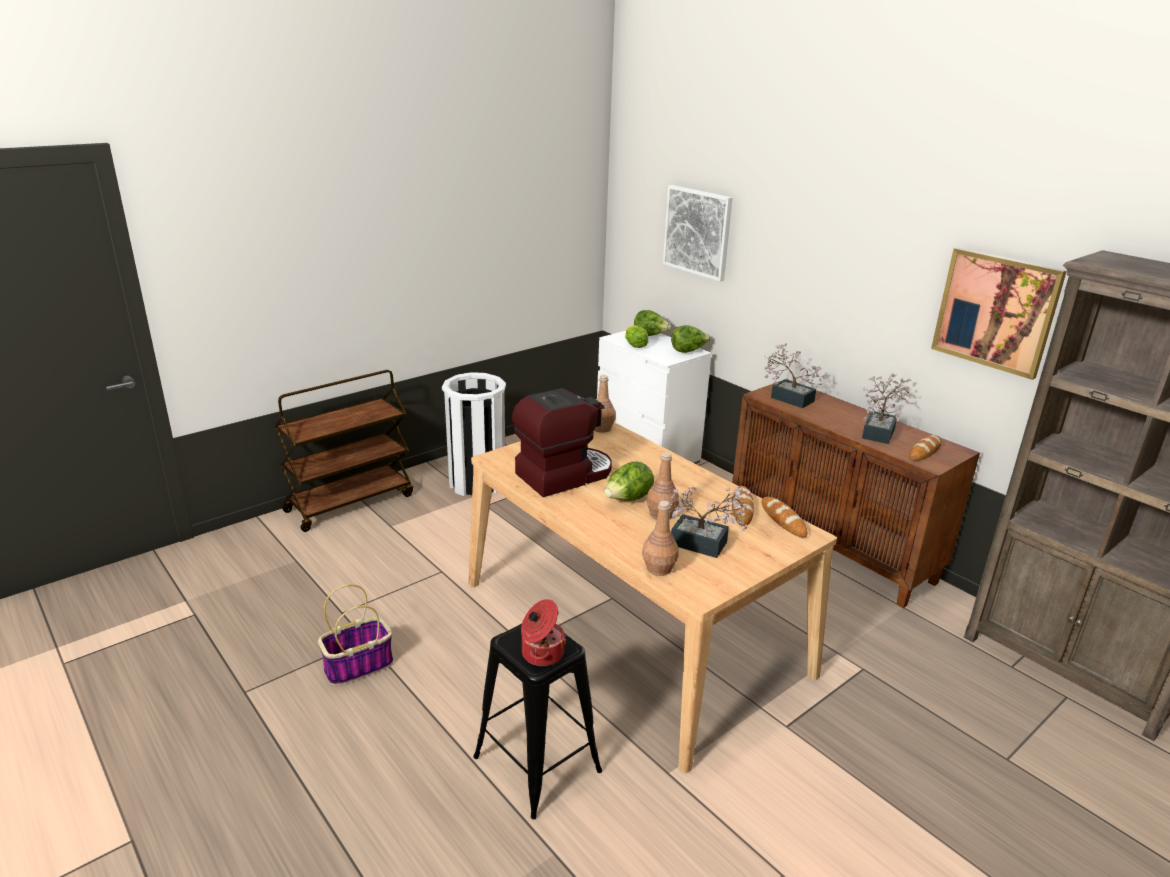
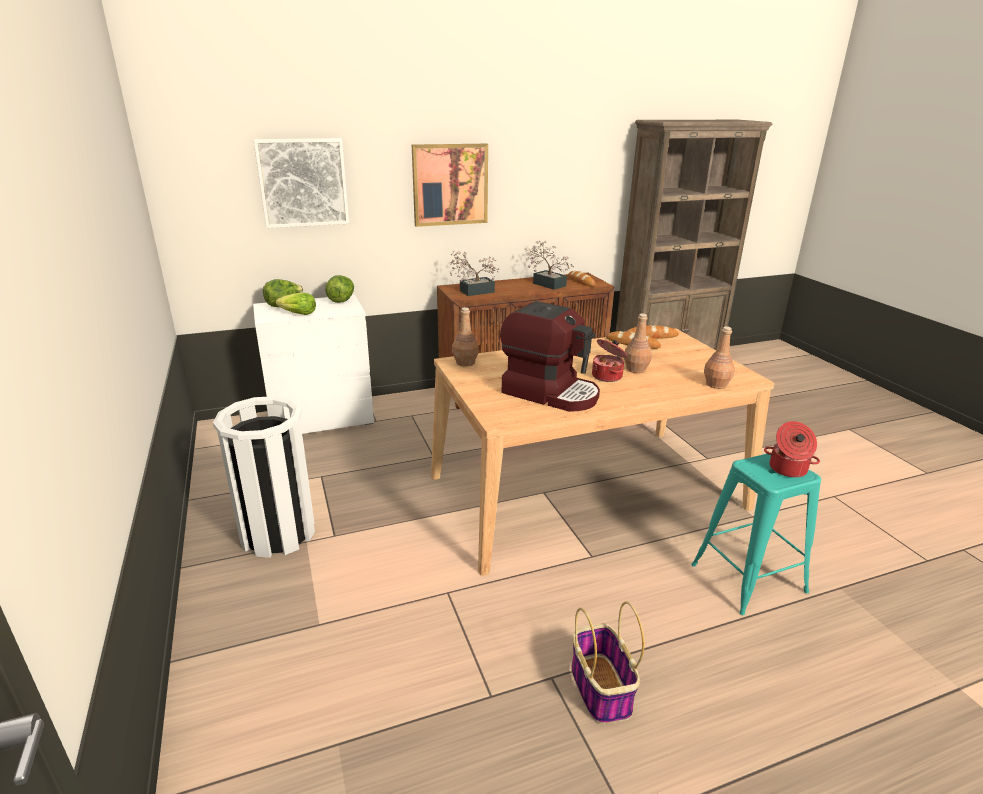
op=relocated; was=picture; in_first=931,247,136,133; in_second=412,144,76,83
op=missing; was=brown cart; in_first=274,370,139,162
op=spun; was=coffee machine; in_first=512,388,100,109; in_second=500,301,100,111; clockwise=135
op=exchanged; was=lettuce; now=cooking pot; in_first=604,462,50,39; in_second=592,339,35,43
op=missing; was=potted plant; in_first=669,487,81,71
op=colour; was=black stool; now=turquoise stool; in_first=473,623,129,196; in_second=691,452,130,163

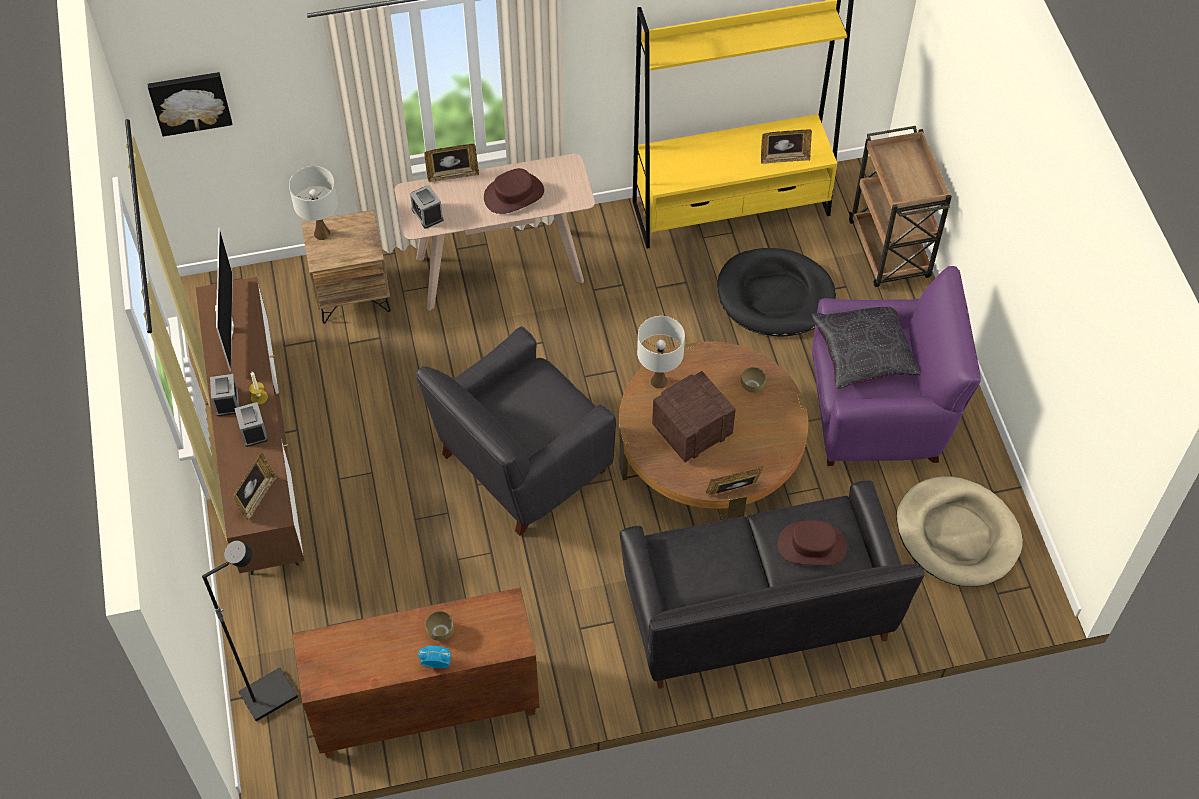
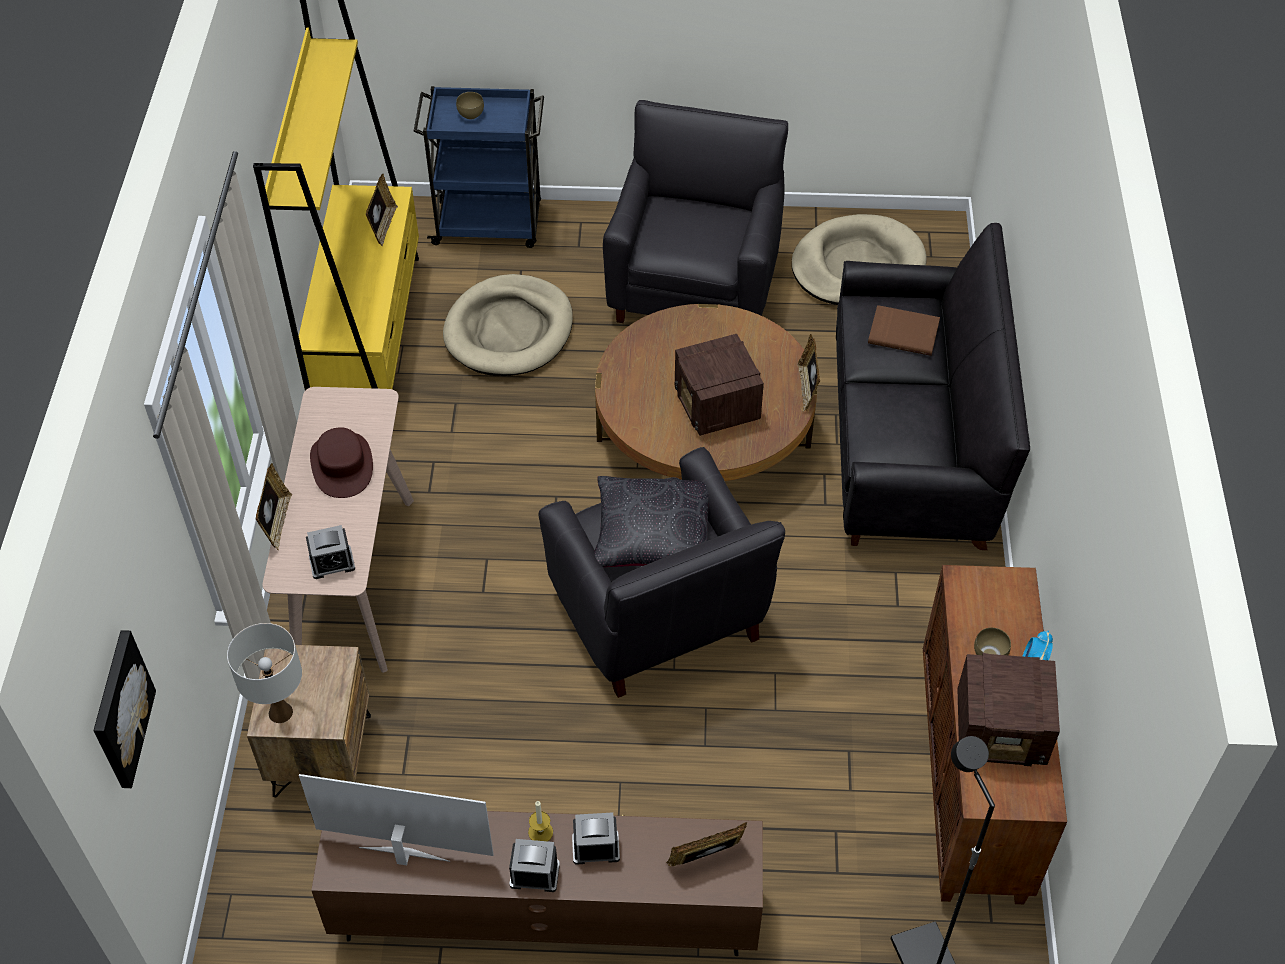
op=colour; was=brown cart; now=blue cart; in_first=849,126,103,161; in_second=413,86,131,162
op=colour; was=black dog bed; now=beige dog bed; in_first=717,248,119,88; in_second=443,274,130,102
op=colour; was=purple armchair; now=black armchair; in_first=812,266,169,200; in_second=603,100,185,223
op=relocated; was=black pillow; in_first=812,307,109,82; in_second=594,476,115,91
op=missing; was=white table lamp; in_first=637,316,48,73
op=relocated; was=brown bowl; in_first=741,367,25,26; in_second=456,92,28,28
op=spun; was=picture frame; in_first=233,453,44,68; in_second=667,822,80,45; clockwise=-60
op=exchanged; was=brown hat; now=brown book; in_first=778,520,69,46; in_second=868,305,72,51
op=appeared; now=radio; in_second=958,653,102,113

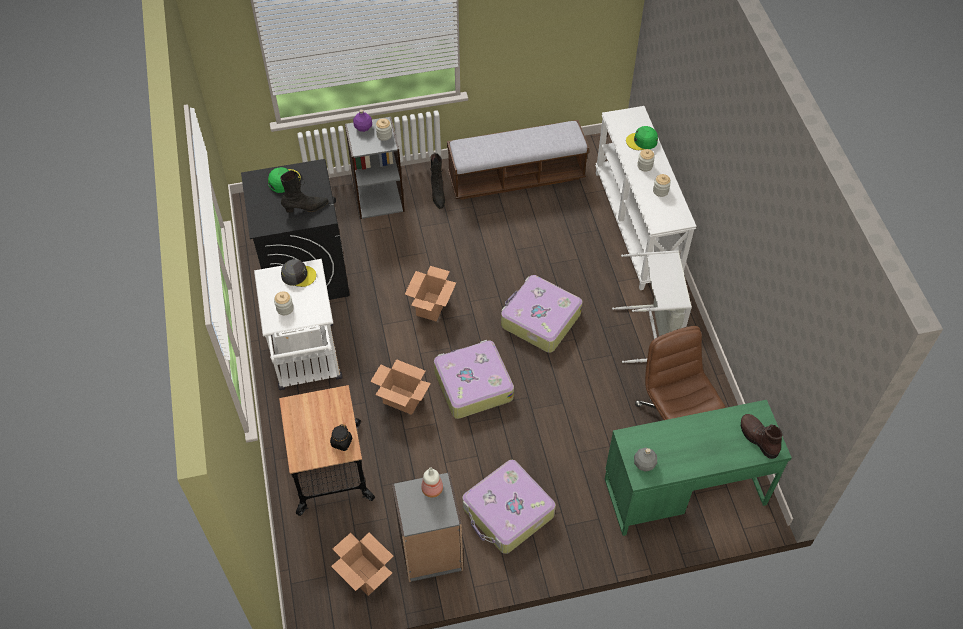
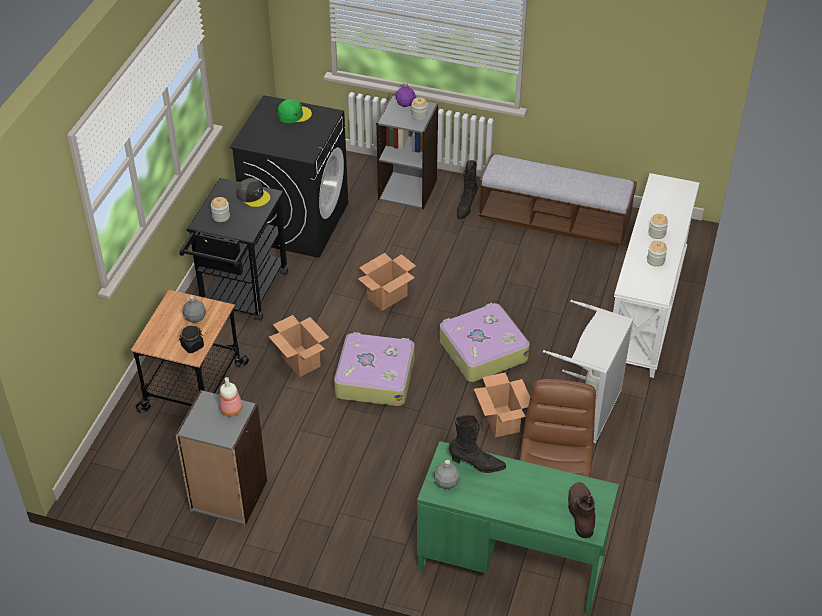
op=missing; was=green cap; in_first=626,126,32,24
op=relocated; was=black boot; in_first=280,170,49,43; in_second=449,415,57,58
op=colour; was=white cart; now=black cart; in_first=254,259,88,131; in_second=180,178,108,143
op=missing; was=suitcase; in_first=462,460,94,94
op=relocated; was=cardboard box; in_first=331,533,62,63; in_second=474,372,56,65
op=appeared; now=grey bottle; in_second=182,296,24,27

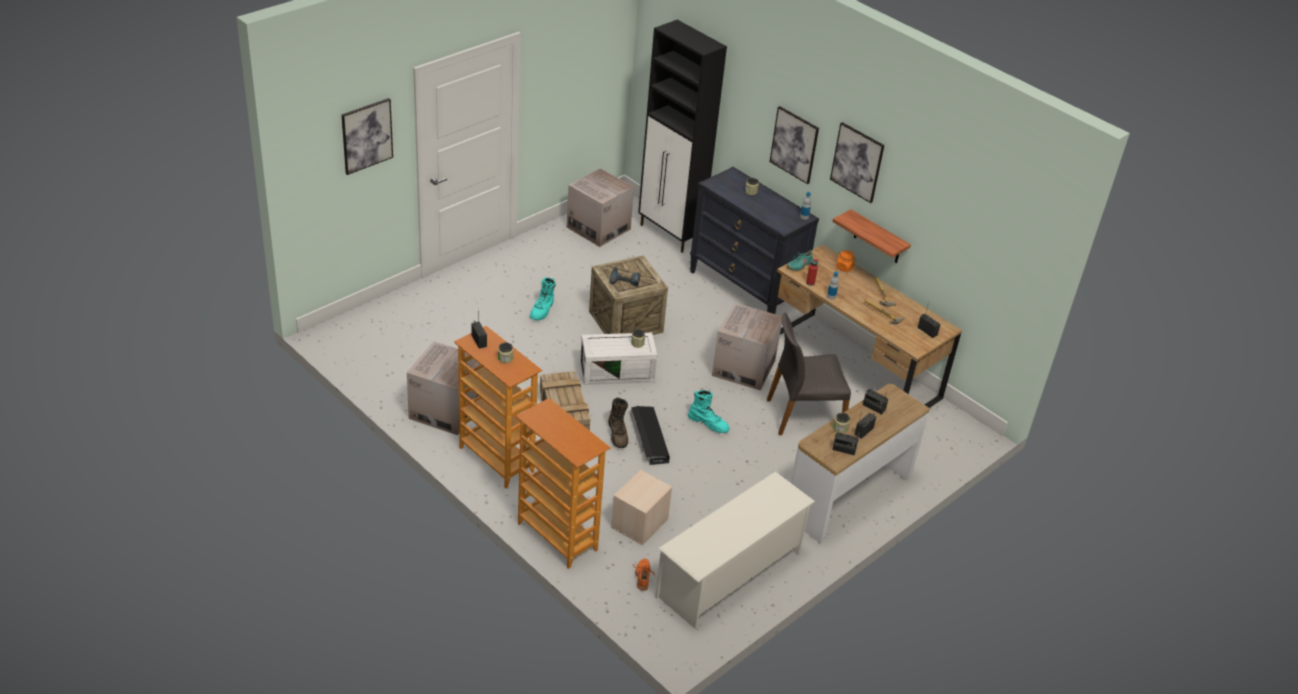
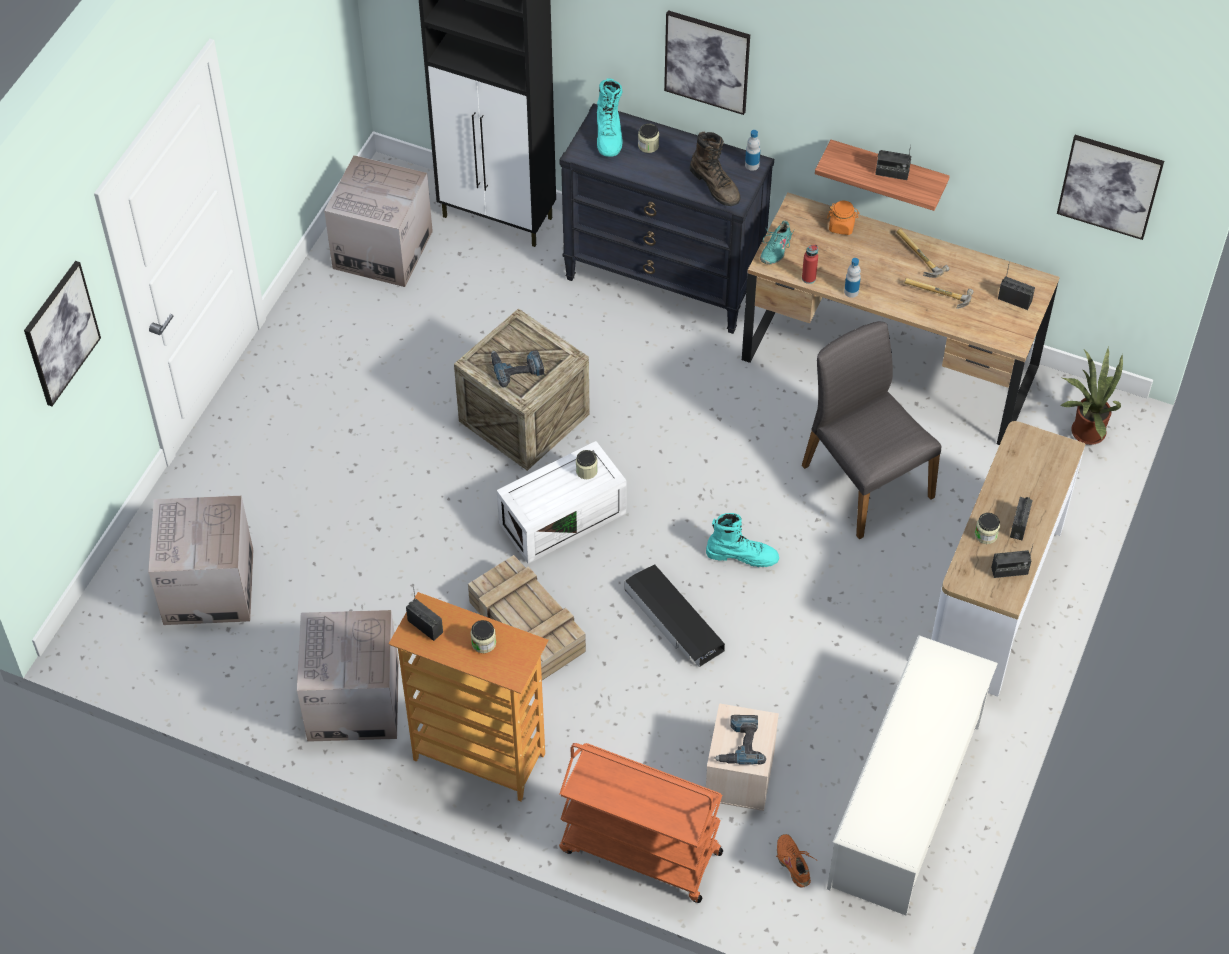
op=relocated; was=picture; in_first=830,122,54,81; in_second=1057,135,107,105
op=relocated; was=turquoise boot; in_first=530,277,26,43; in_second=597,78,25,79
op=relocated; was=cardboard box; in_first=712,303,70,88; in_second=148,496,105,129
op=spun; was=grey chair; in_first=767,313,84,122; in_second=802,321,139,219; clockwise=90
op=relocated; was=radio; in_first=863,389,25,26; in_second=875,145,36,35
op=exchanged; was=bookcase; now=orange cart; in_first=516,398,95,171; in_second=559,743,164,160
op=relocated; was=brown boot; in_first=608,398,20,50; in_second=689,131,51,75
op=appeared; now=potted plant; in_second=1060,348,63,97
op=appeared; now=power drill; in_second=714,715,52,50

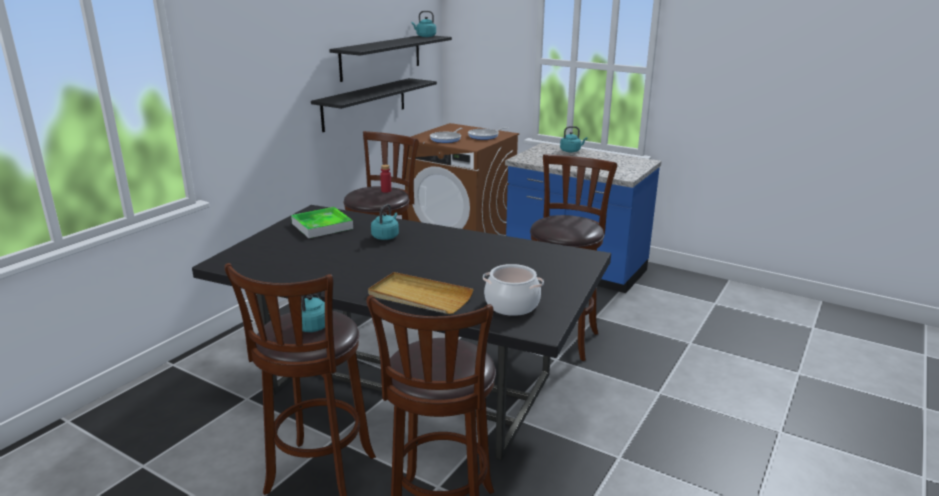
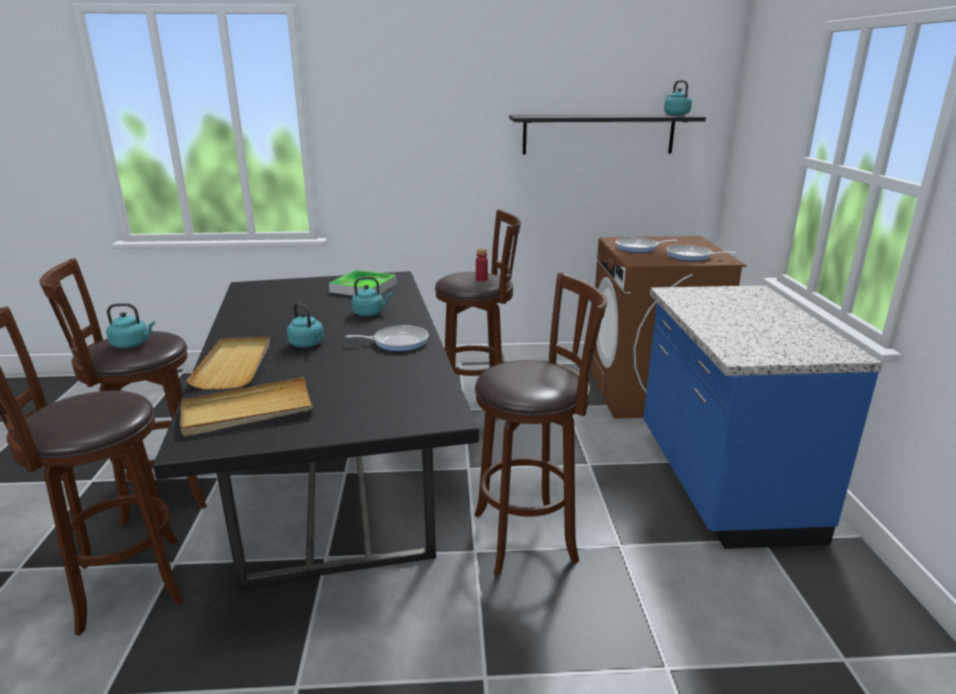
op=missing; was=black shelf; in_first=311,78,126,54
op=relocated; was=turquoise kettle; in_first=560,126,27,26; in_second=287,302,37,46
op=exchanged; was=cooking pot; now=beige tray; in_first=483,264,61,52; in_second=180,377,134,59
op=appeared; now=frying pan; in_second=345,325,83,26

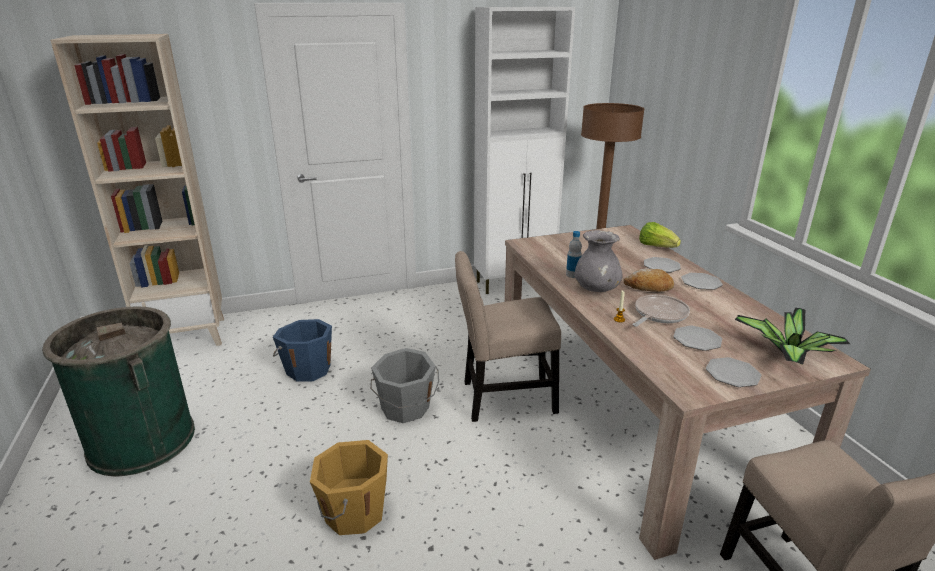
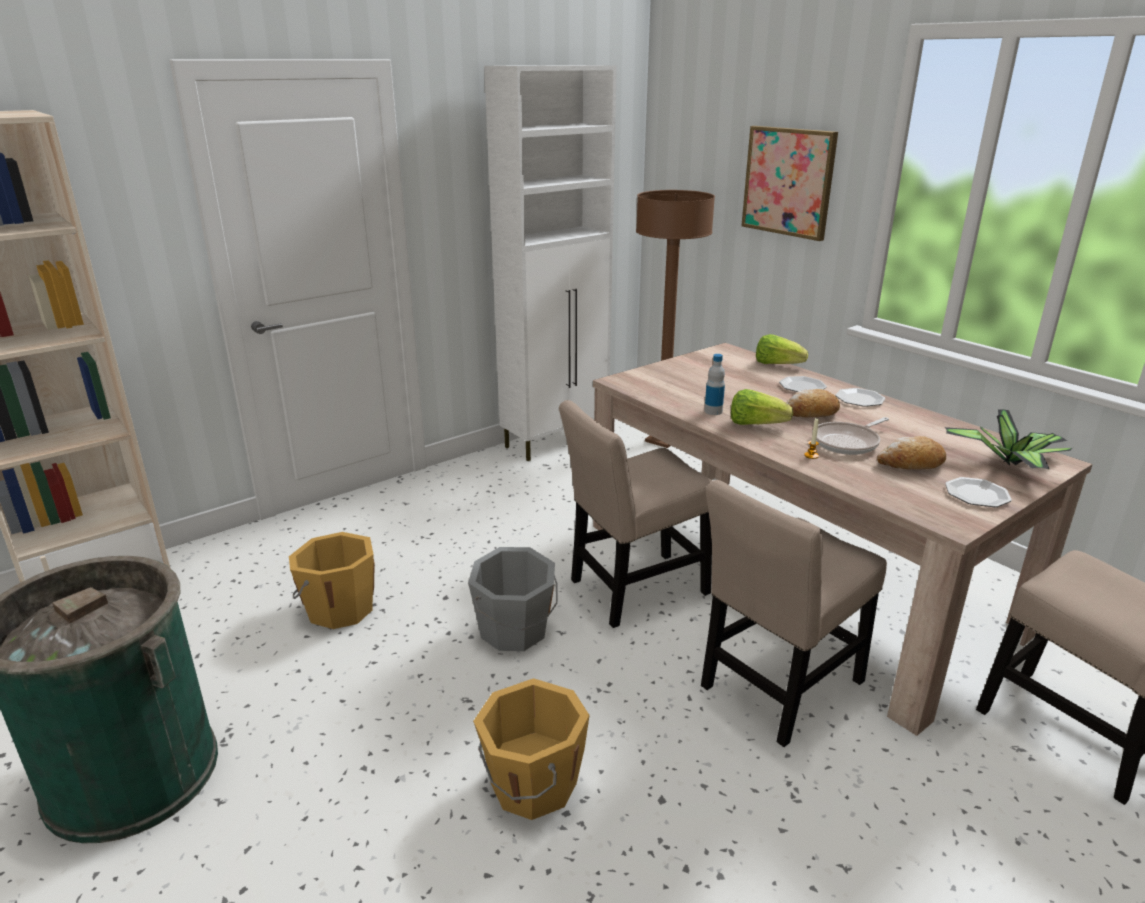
op=exchanged; was=grey vase; now=lettuce; in_first=575,230,48,62; in_second=731,389,62,36
op=spun; was=frying pan; in_first=633,295,57,32; in_second=812,417,77,38; clockwise=-150
op=colour; was=blue bucket; now=orange bucket; in_first=273,319,59,63; in_second=289,532,86,97
op=exchanged; was=plate; now=bread; in_first=673,326,49,25; in_second=877,436,69,33
op=appeared; now=picture; in_second=741,126,97,115
op=appeared; now=beige chair; in_second=701,480,186,267

